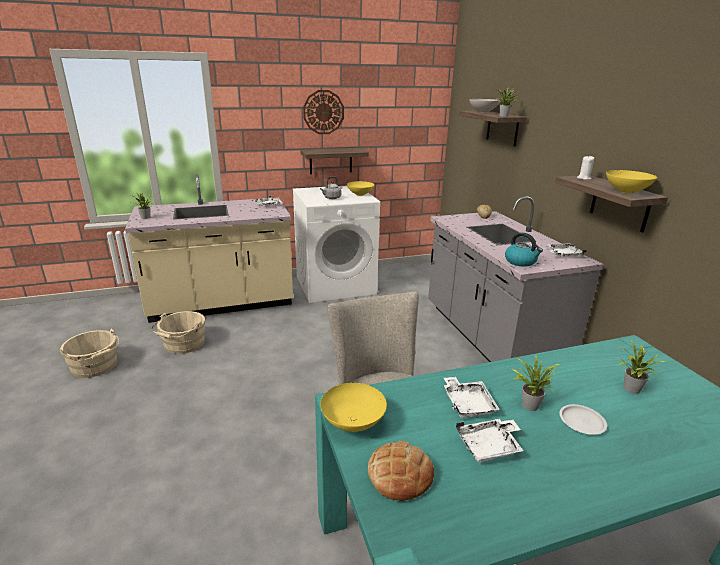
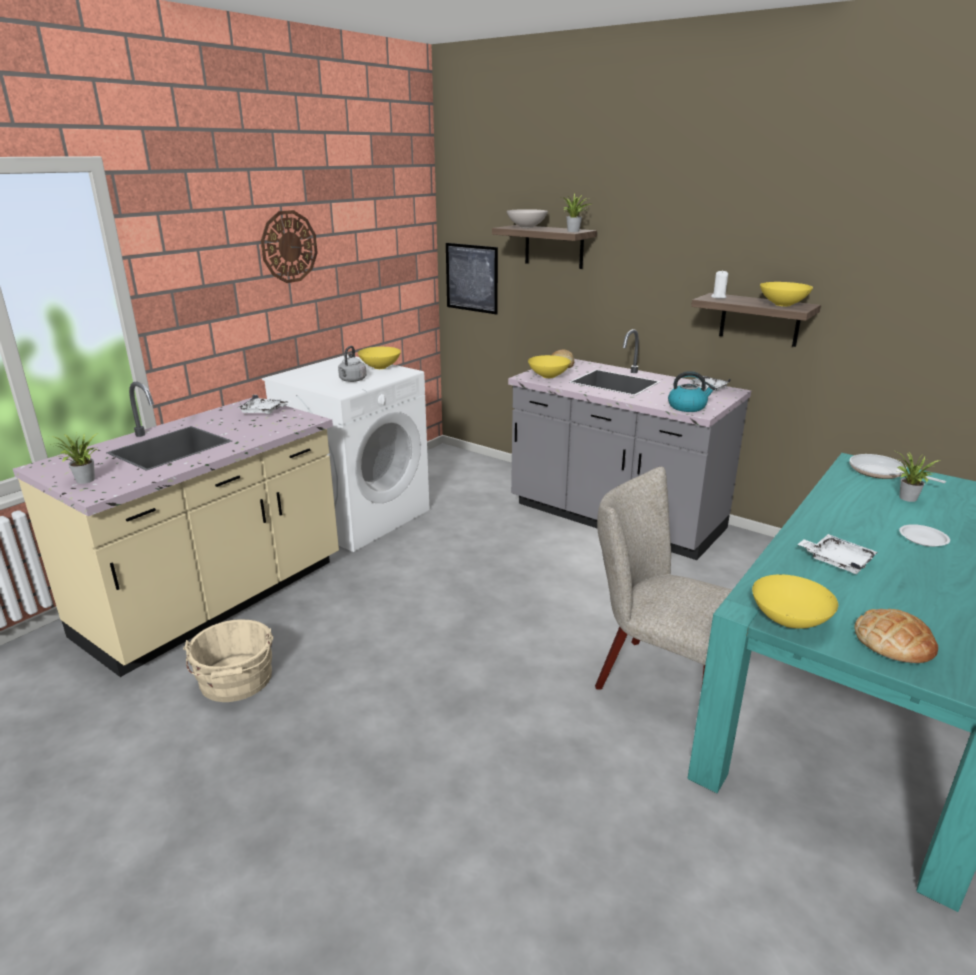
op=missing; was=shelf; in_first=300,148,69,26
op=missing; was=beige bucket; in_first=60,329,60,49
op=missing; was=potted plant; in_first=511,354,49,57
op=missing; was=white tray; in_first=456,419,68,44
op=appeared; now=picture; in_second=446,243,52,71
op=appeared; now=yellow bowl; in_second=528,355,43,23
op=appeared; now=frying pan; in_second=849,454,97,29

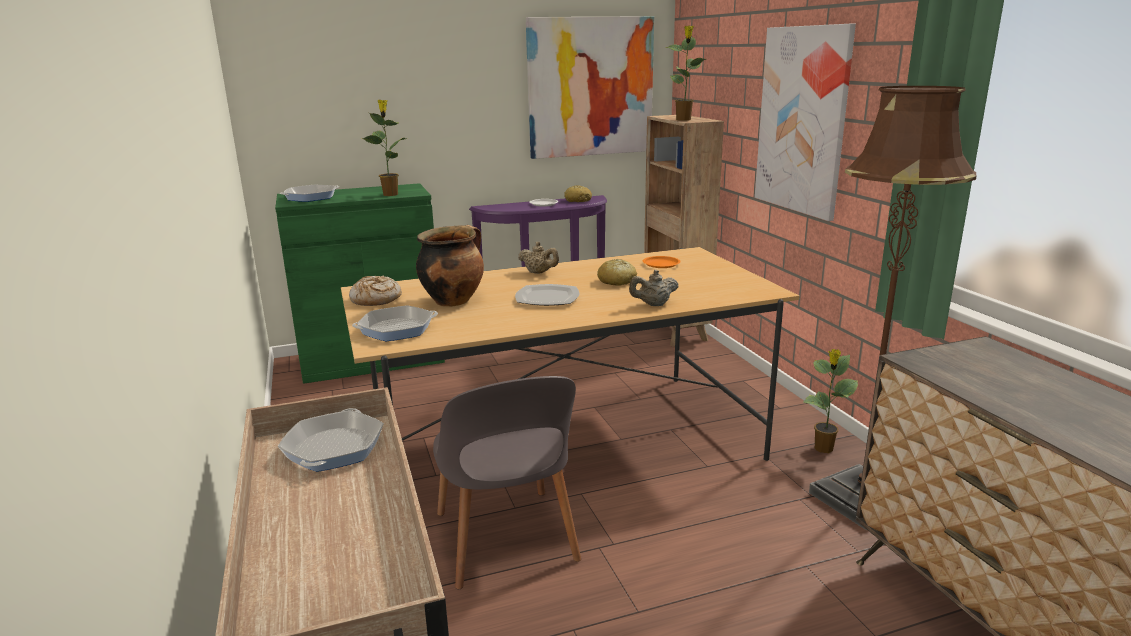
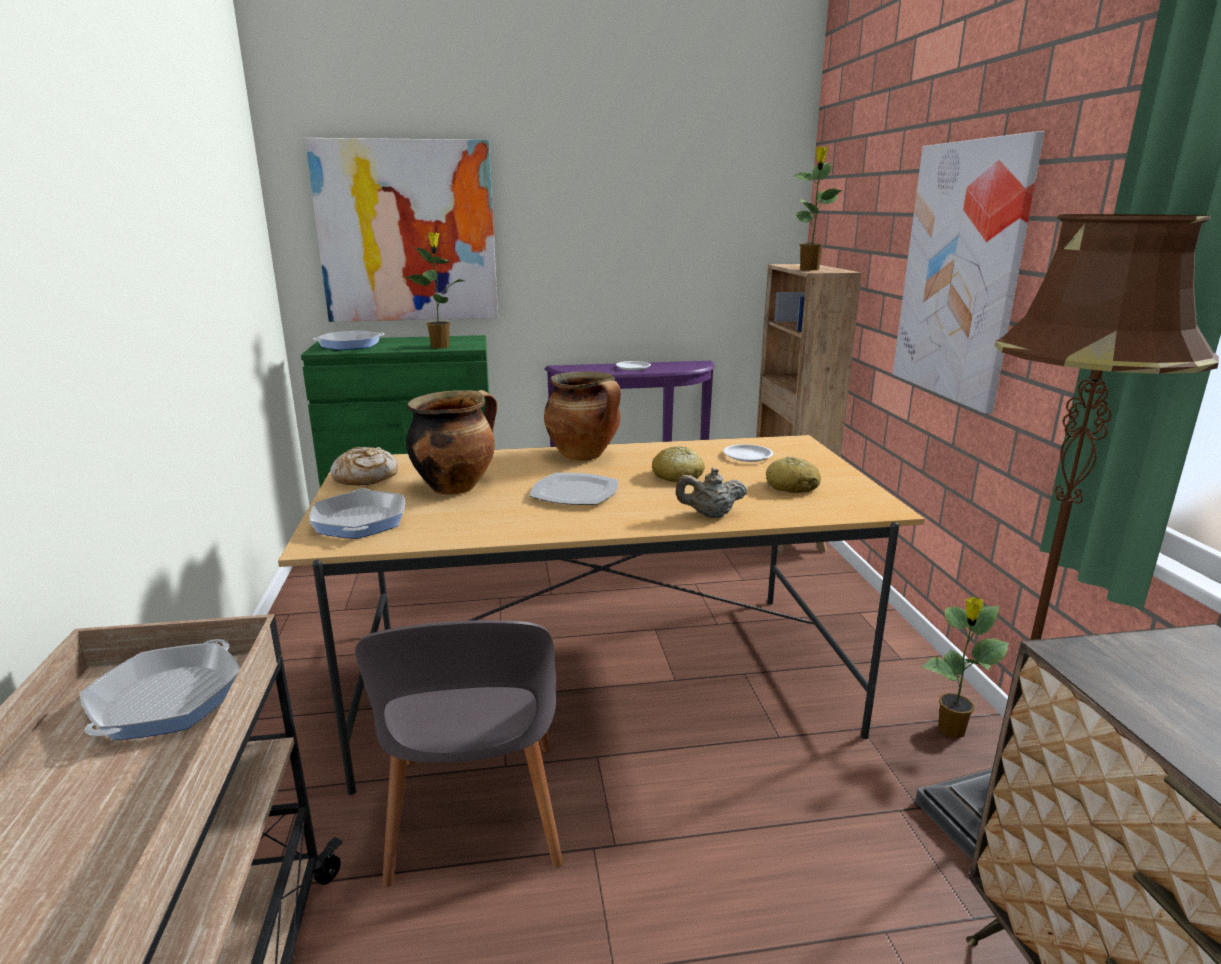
op=relocated; was=picture; in_first=526,16,128,143; in_second=305,138,193,184
op=relocated; was=bread; in_first=564,185,28,17; in_second=766,456,55,37
op=exchanged; was=beige teapot; now=cooking pot; in_first=518,242,41,32; in_second=544,371,77,90
op=colour; was=orange plate; now=white plate; in_first=643,256,37,12; in_second=723,444,50,18
op=spun; was=frying pan; in_first=352,305,86,36; in_second=309,488,96,51; clockwise=90

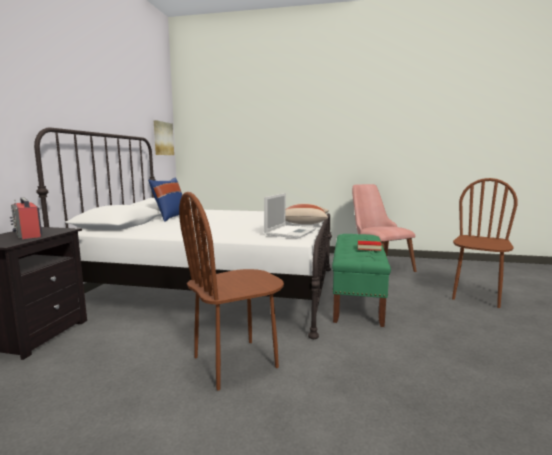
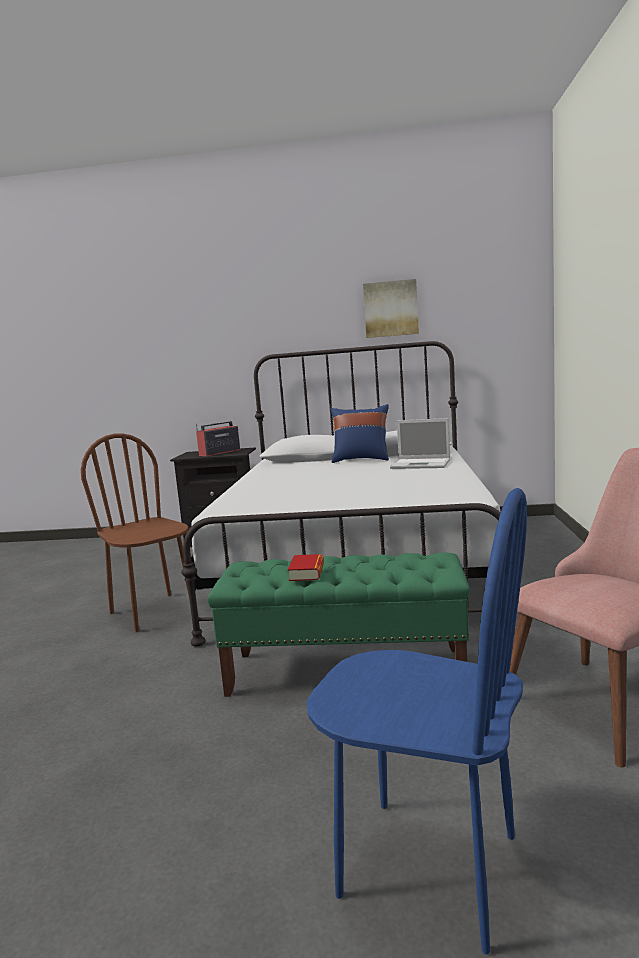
op=relocated; was=picture; in_first=154,120,20,35; in_second=363,279,56,59
op=colour; was=brown chair; now=blue chair; in_first=452,178,65,130; in_second=307,488,220,466
op=relocated; was=laptop; in_first=264,193,52,45; in_second=390,418,60,51
op=missing; was=beige pillow; in_first=286,204,43,20

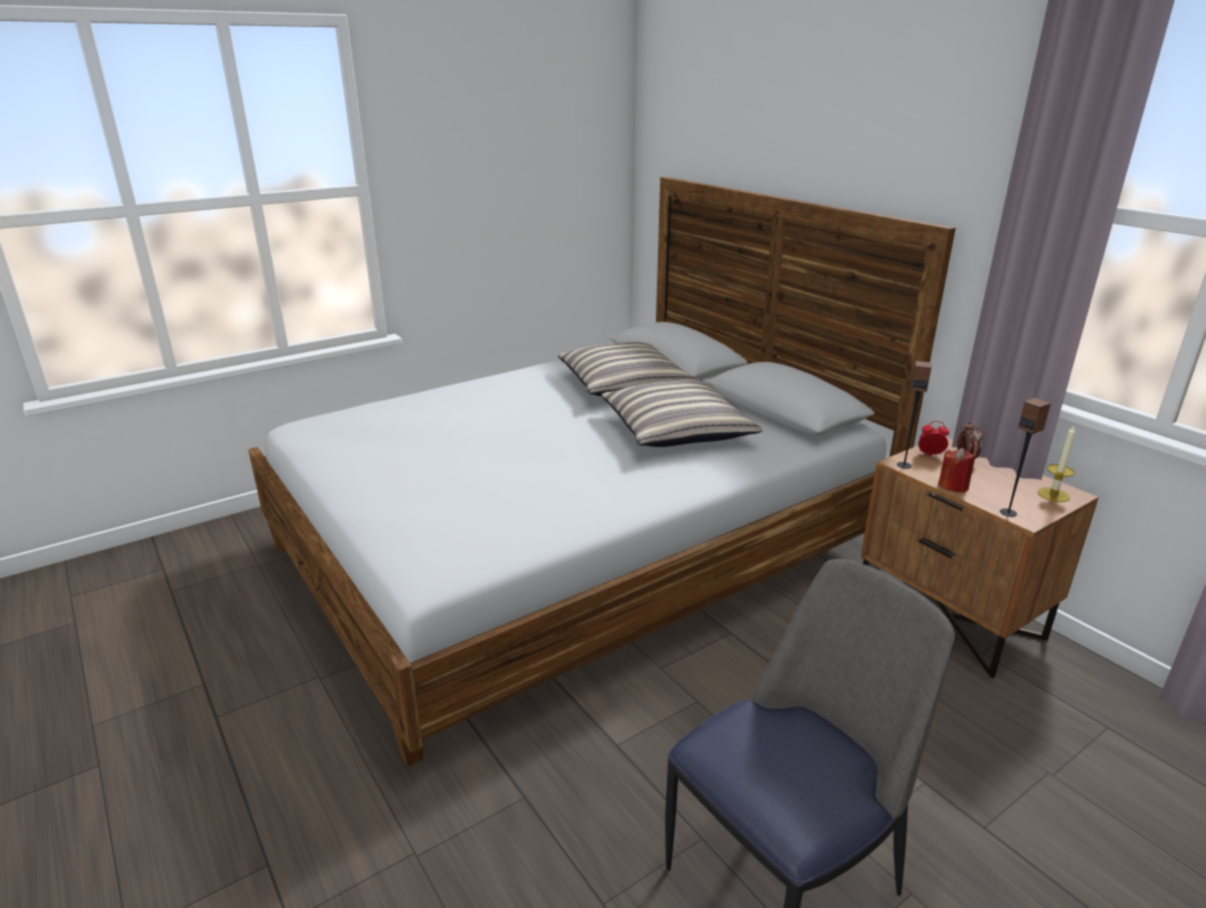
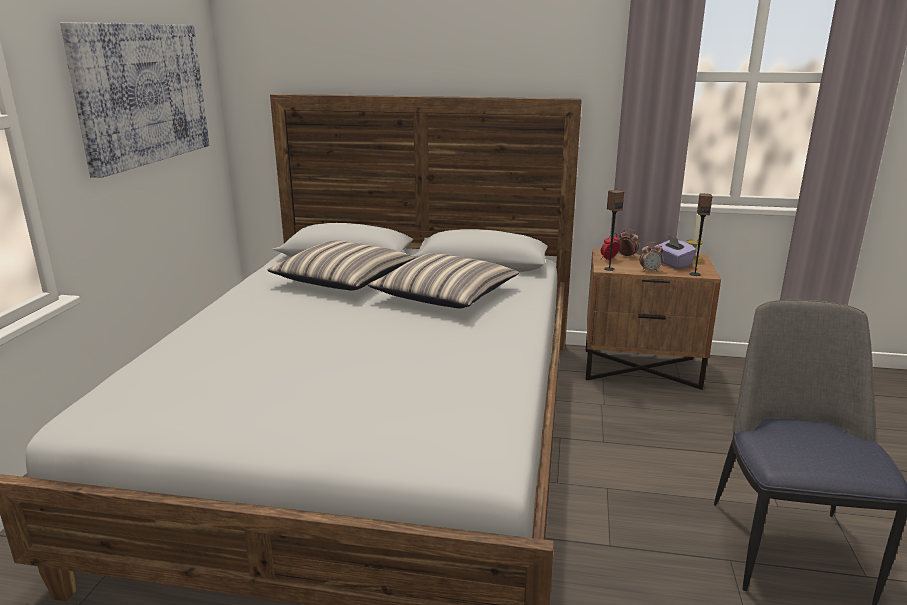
op=exchanged; was=red candle; now=alarm clock; in_first=938,448,38,45; in_second=639,242,24,30
op=appeared; now=picture; in_second=60,22,149,156
op=appeared; now=purple tissue box; in_second=654,235,43,34

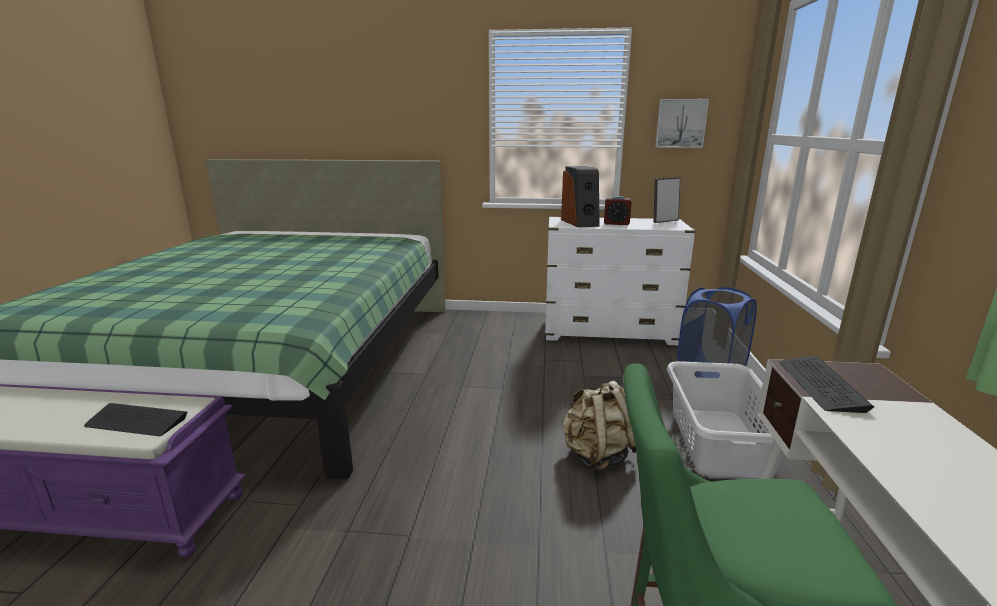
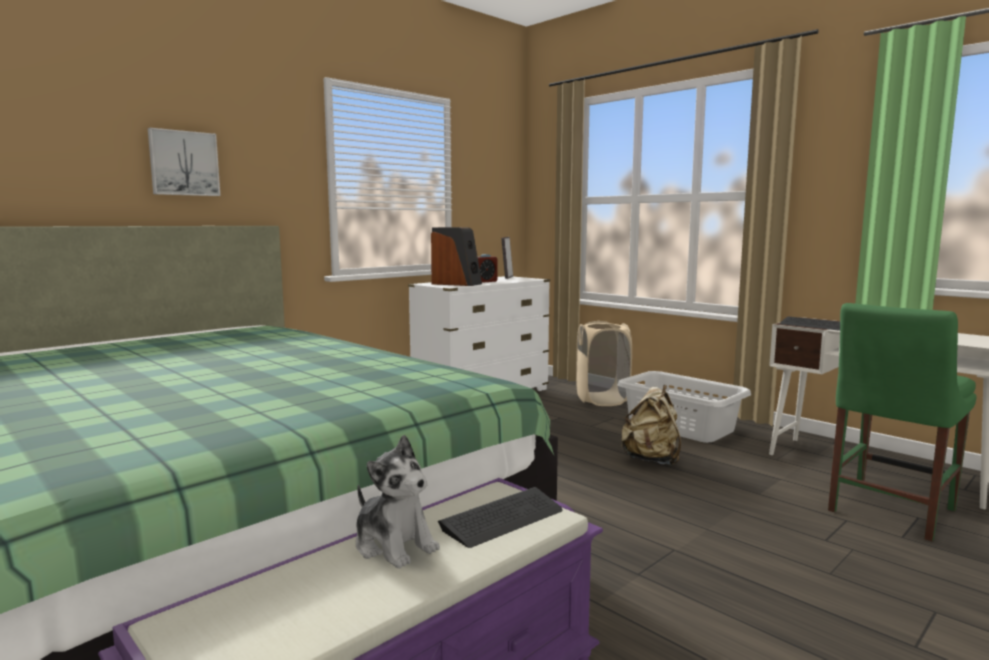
op=relocated; was=picture; in_first=655,99,54,49; in_second=148,128,72,68
op=colour; was=blue laundry basket; now=beige laundry basket; in_first=677,287,80,91; in_second=576,321,56,85
op=appeared; now=plush toy; in_second=356,435,84,134

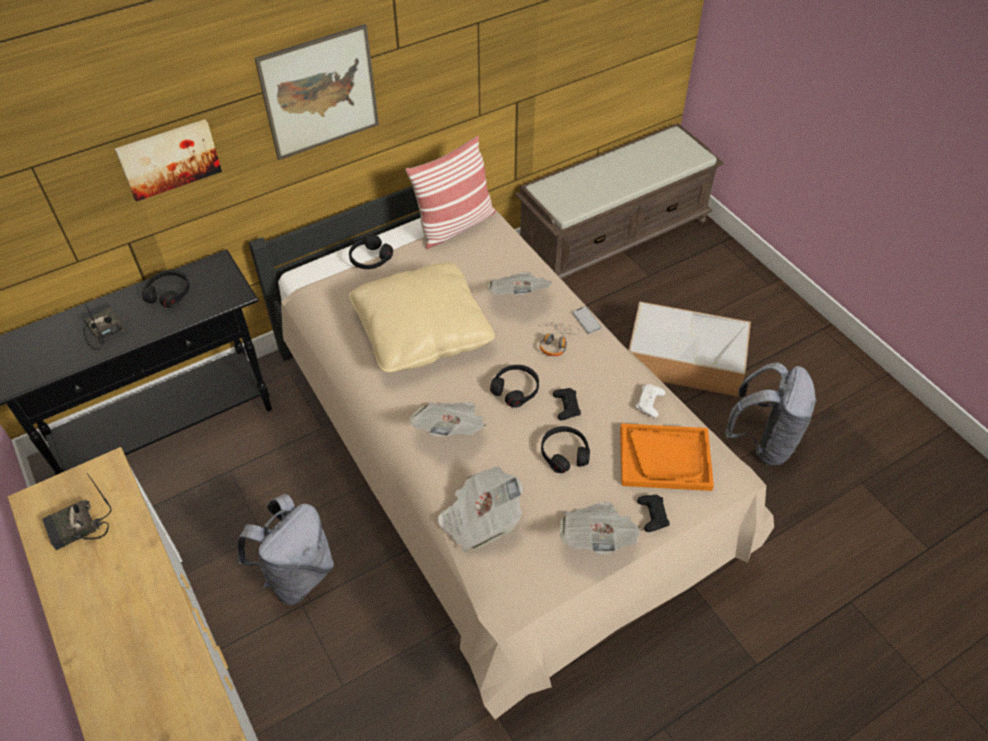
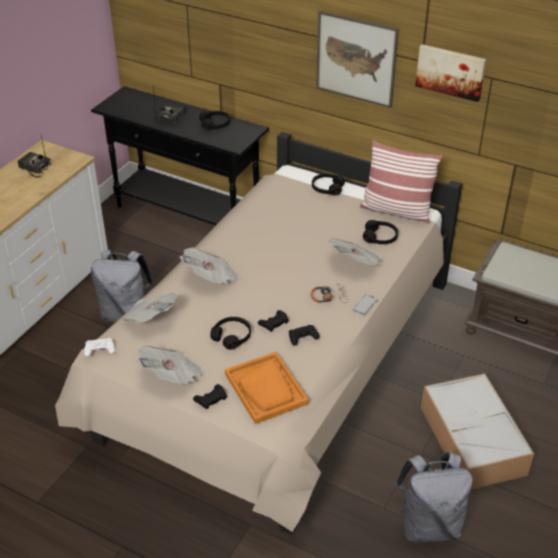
op=relocated; was=picture; in_first=115,119,107,83; in_second=415,44,71,58
op=missing; was=beige pillow; in_first=349,262,146,111
op=relocated; was=black headphones; in_first=490,365,49,43; in_second=363,220,35,24
op=relocated; was=white game controller; in_first=636,384,29,33; in_second=84,338,31,18
op=appeared; now=black game controller; in_second=289,325,31,21

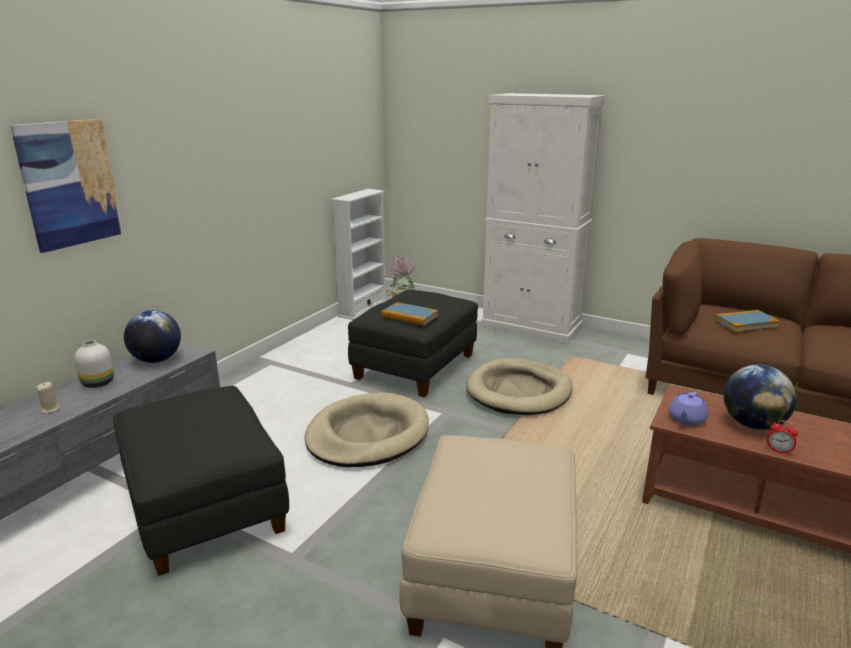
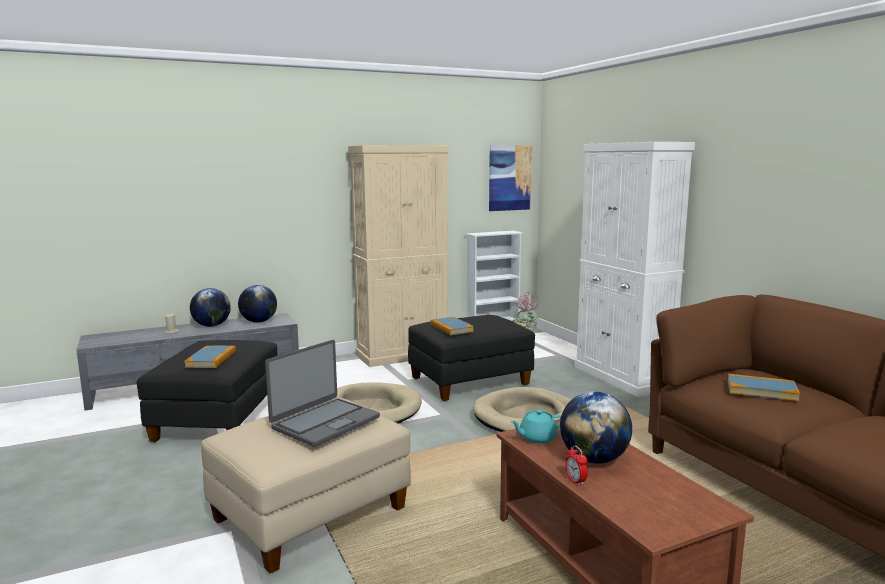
op=relocated; was=picture; in_first=10,119,113,134; in_second=489,145,43,66
op=exchanged; was=white vase; now=globe; in_first=74,340,40,48; in_second=190,288,41,39
op=colour; was=purple teapot; now=turquoise teapot; in_first=669,392,39,33; in_second=510,410,51,34
op=appeared; now=beige cabinet; in_second=348,145,101,222
op=appeared; now=laptop; in_second=265,340,115,107
op=appeared; now=book; in_second=184,346,52,22

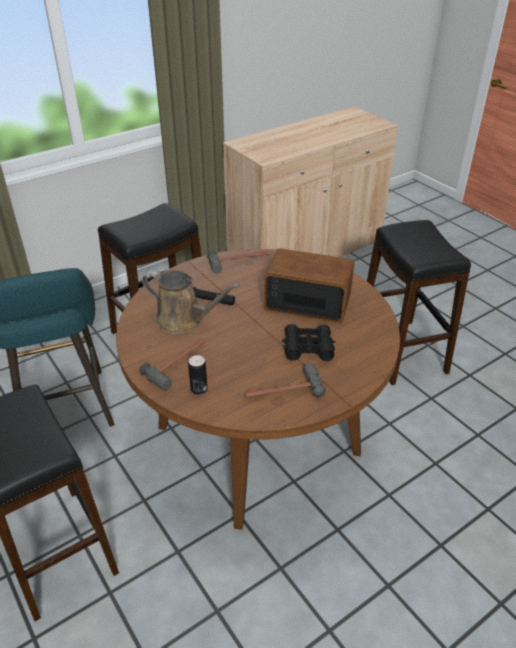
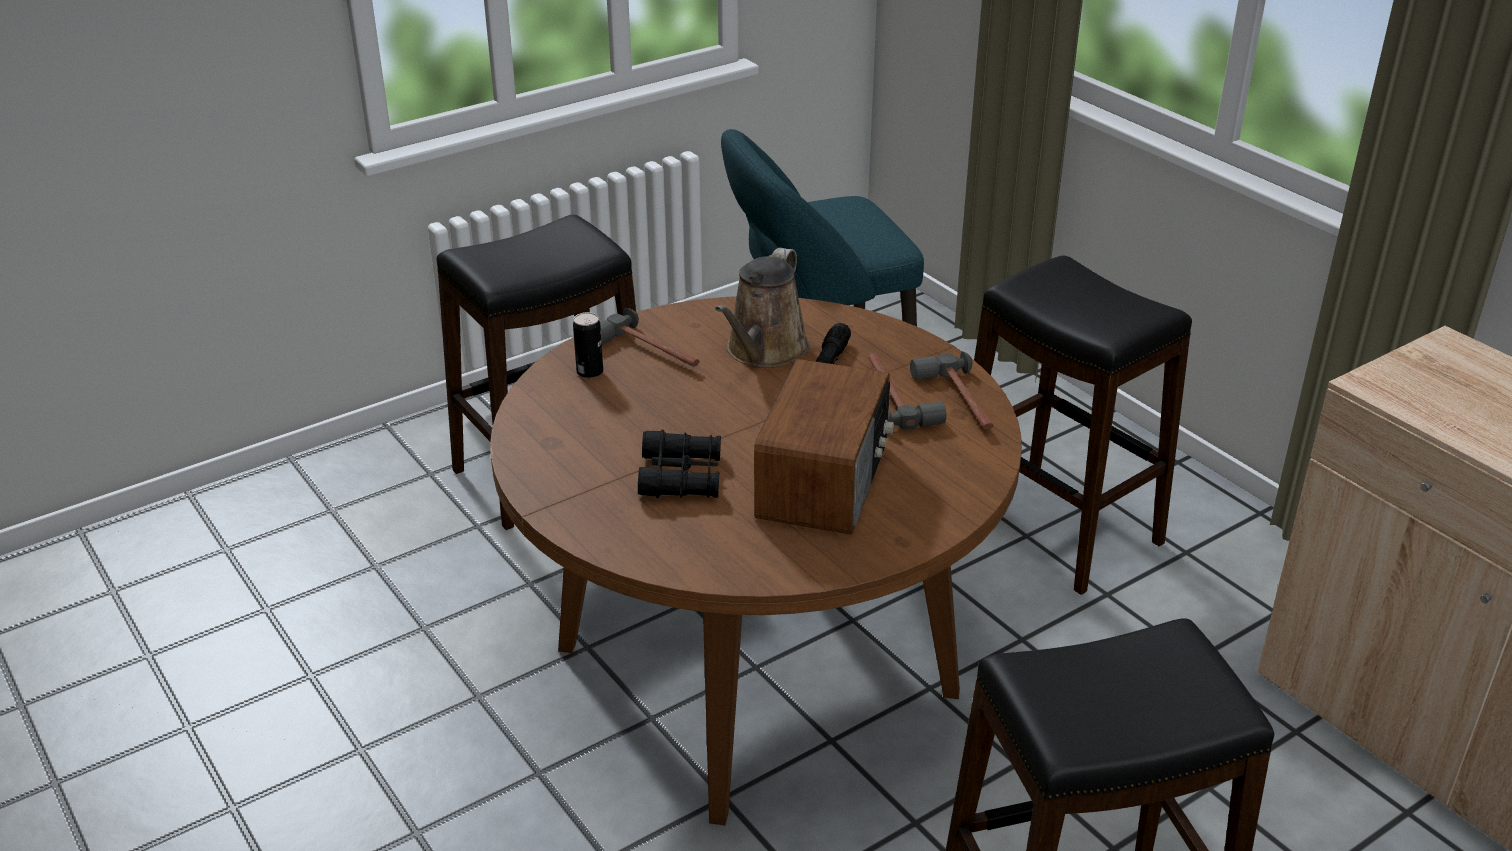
op=relocated; was=hammer; in_first=245,363,81,34; in_second=868,353,79,77

